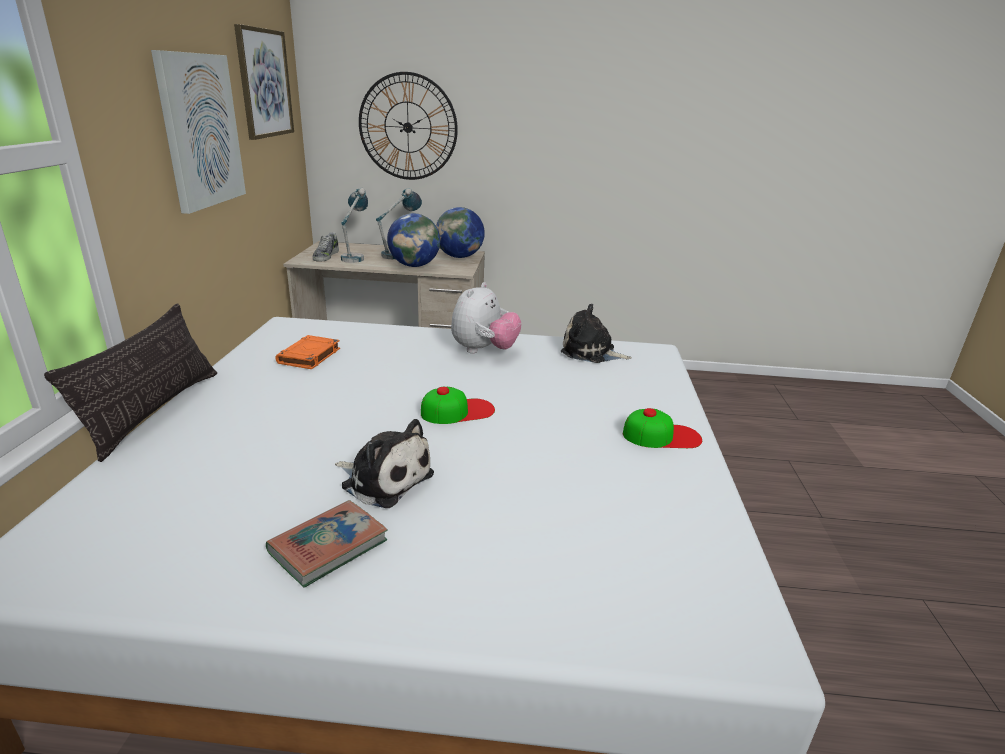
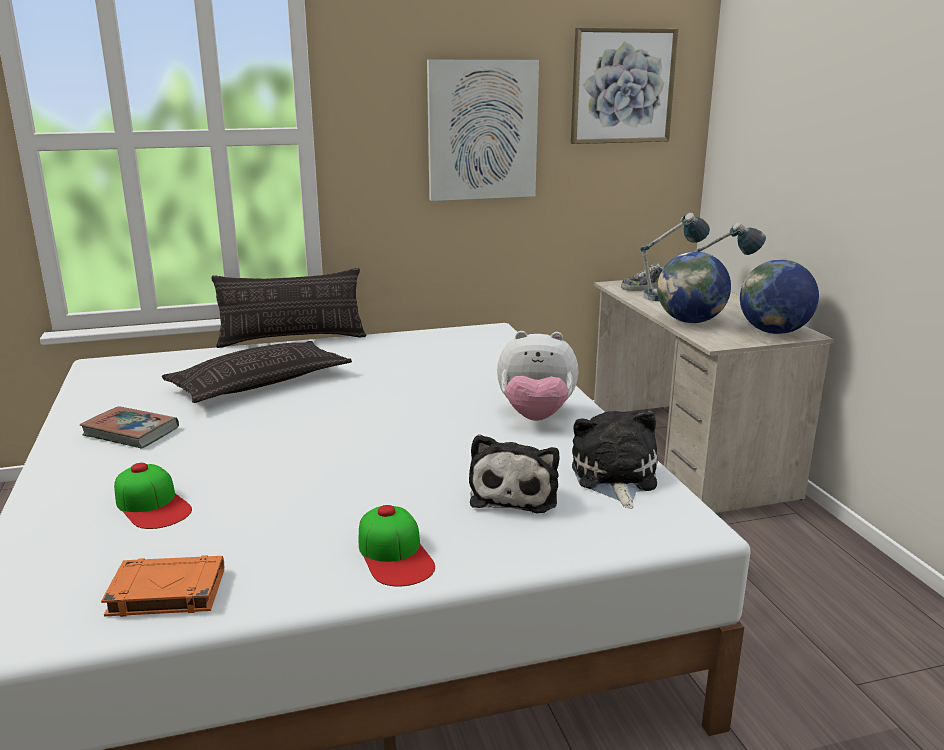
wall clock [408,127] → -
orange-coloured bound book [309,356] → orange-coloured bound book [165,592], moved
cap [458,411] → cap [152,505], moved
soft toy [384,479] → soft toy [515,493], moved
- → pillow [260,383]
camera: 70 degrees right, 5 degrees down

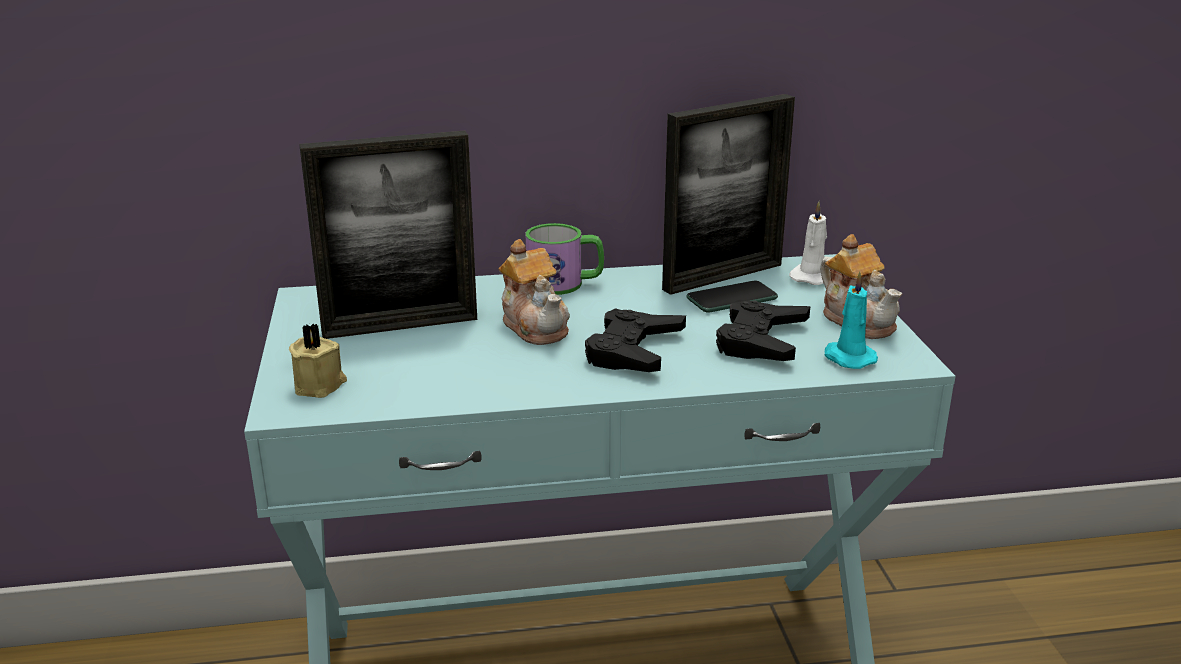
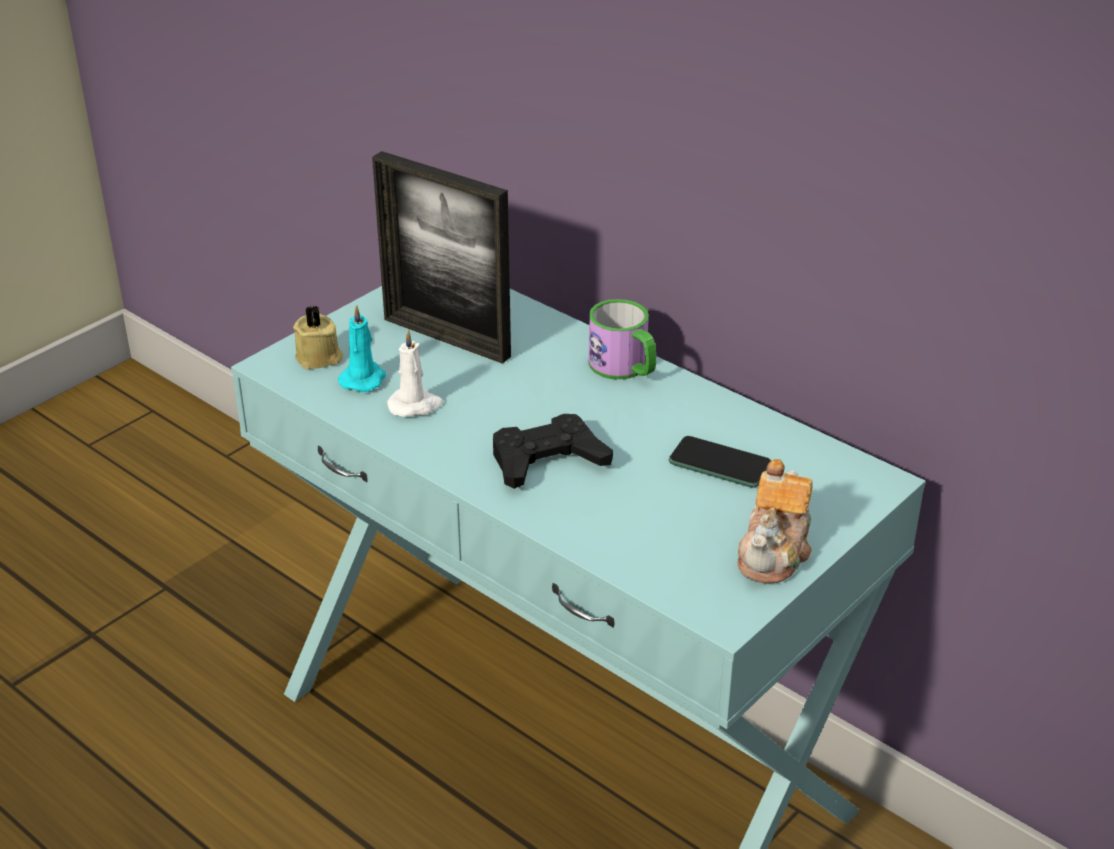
photo frame [723,277] → -
white wax light [812,277] → white wax light [415,405], moved
tea pot [535,326] → -
turquoise-coloured wax light [847,358] → turquoise-coloured wax light [363,379], moved
blackish gamepad [761,340] → -
camera: 50 degrees right, 10 degrees up

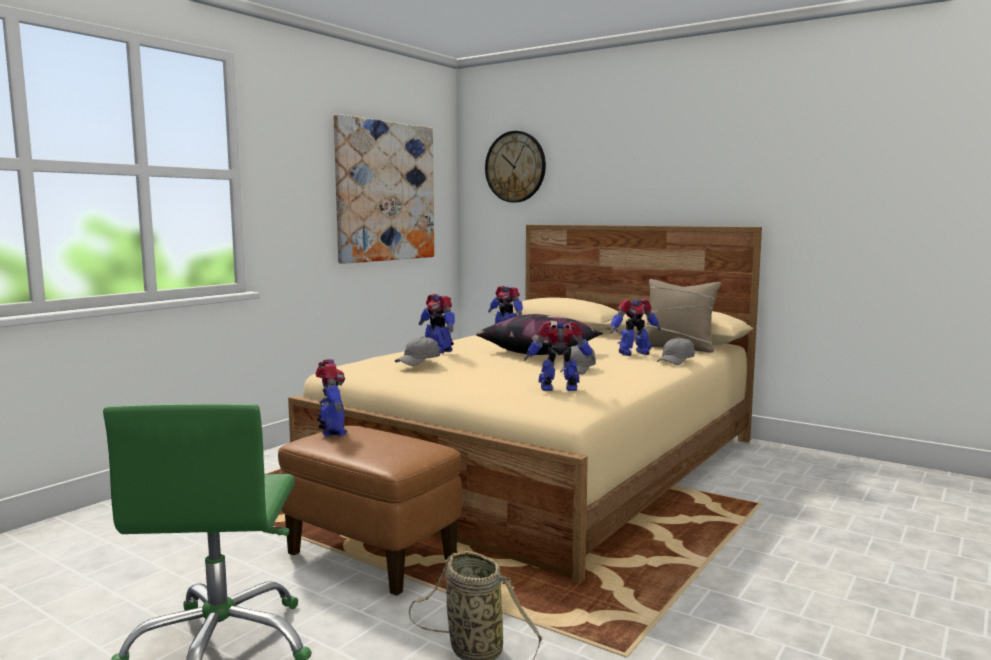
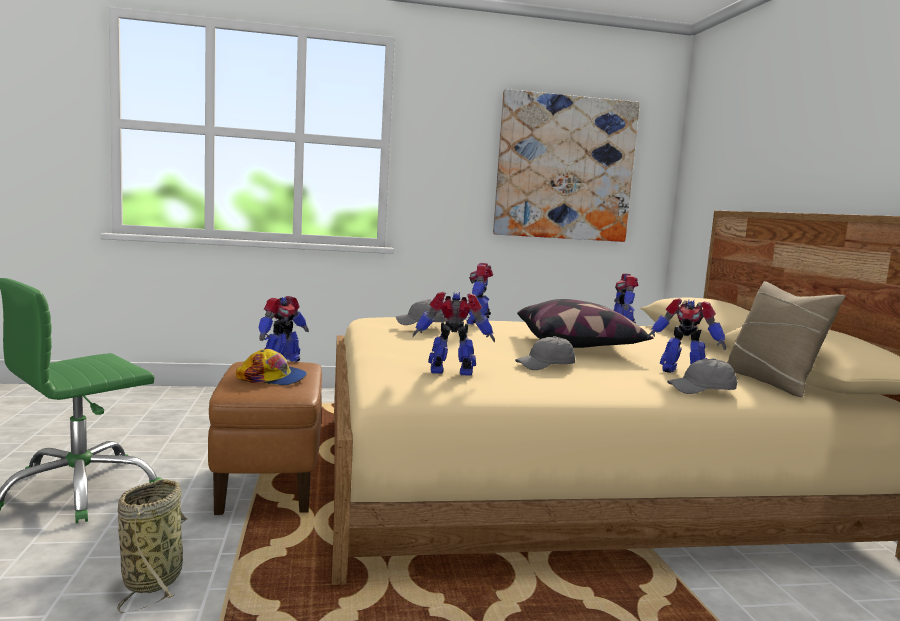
wall clock [515,167] → -
toy robot [559,389] → toy robot [452,372], 45 degrees counterclockwise
- → cap [273,378]
camera: 45 degrees right, 0 degrees up

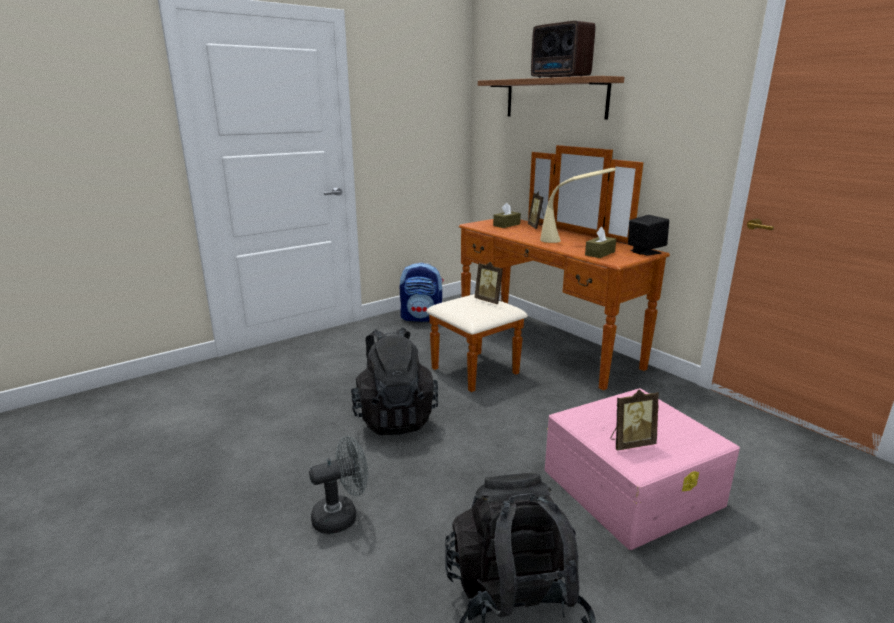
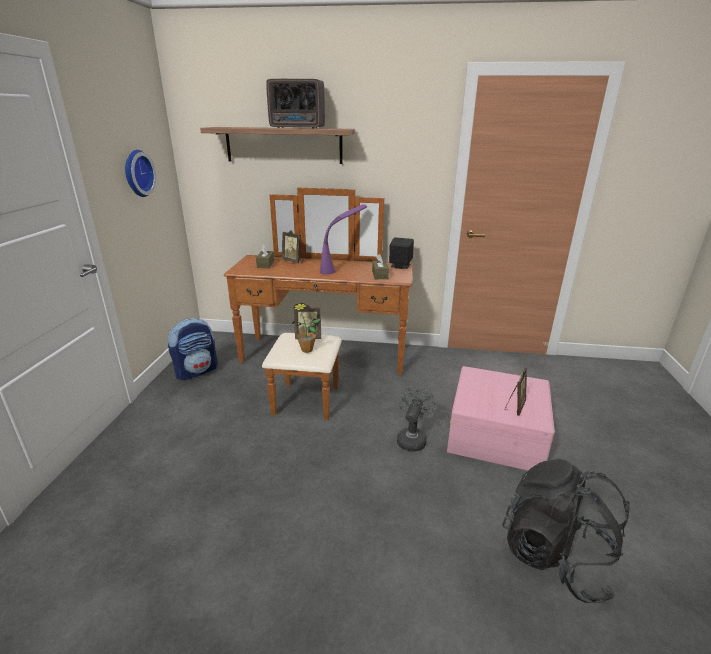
beige-coloured lamp for a table [573,241] → purple-coloured lamp for a table [343,268]
blackish rucksack [394,417] → -
greyish fan [342,516] → greyish fan [412,438], moved
- → wall clock [137,173]
- → plant in a pot [307,349]
camera: 45 degrees left, 5 degrees up

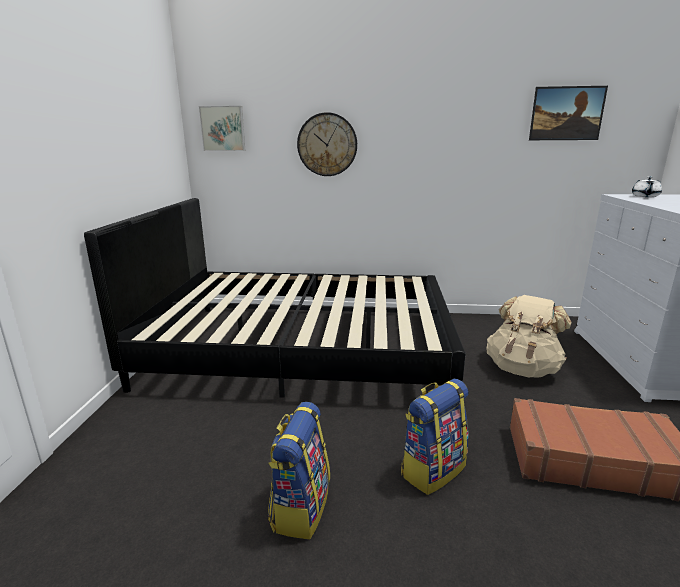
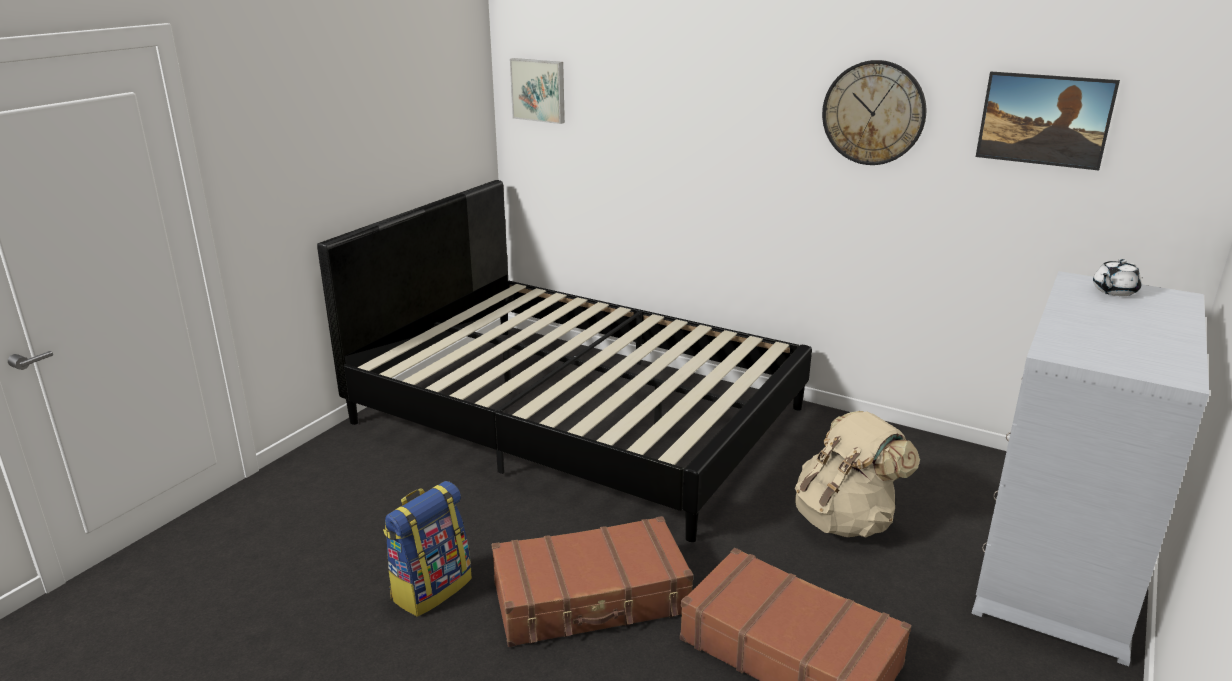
wall clock [327,145] → wall clock [873,113], moved
rucksack [432,469] → brown-coloured suitcase [591,598]
camera: 25 degrees right, 5 degrees up

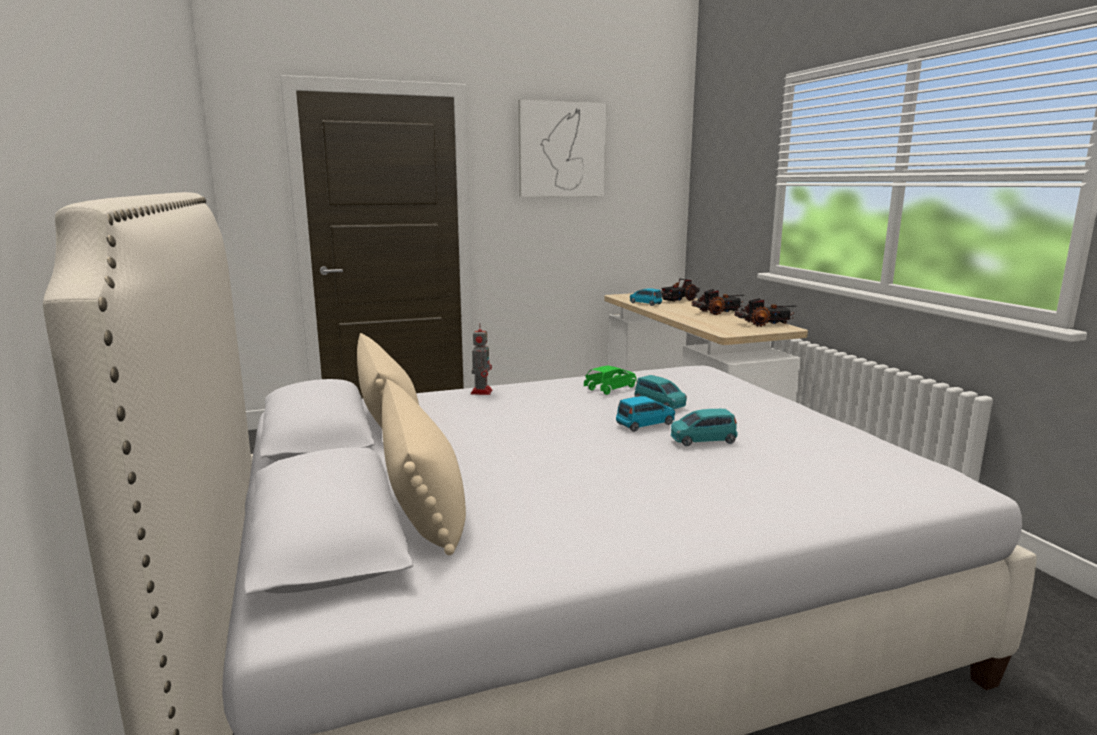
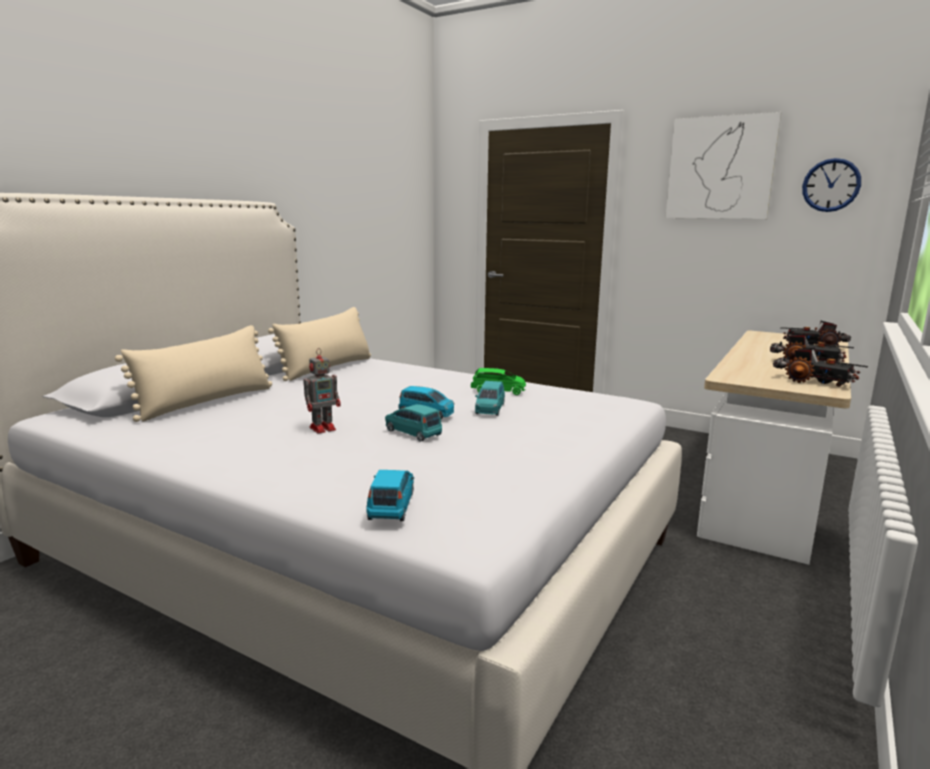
blue-coloured model car [645,303] → blue-coloured model car [391,506], moved
toy robot [481,391] → toy robot [324,428], moved
- → wall clock [831,185]
camera: 50 degrees right, 0 degrees up

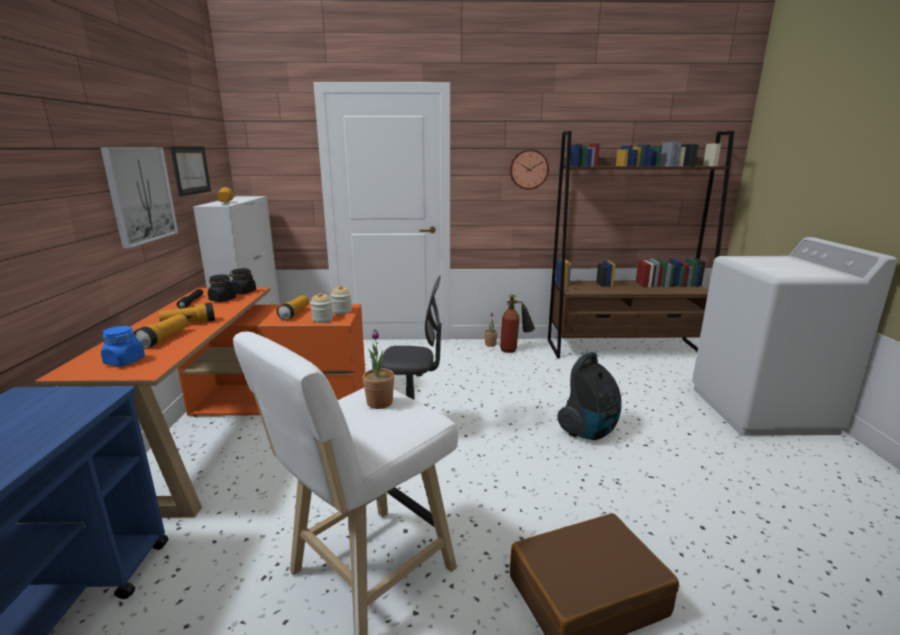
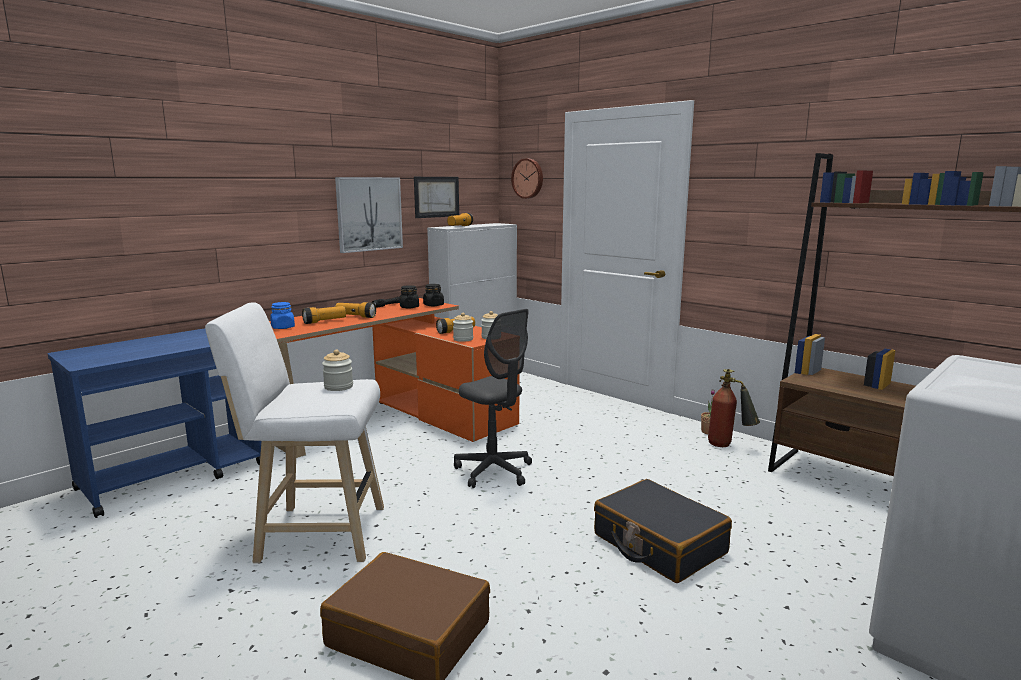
wall clock [528,169] → wall clock [528,178], moved
plant in a pot [379,403] → storage jar [338,387]
hoover [589,431] → blackish suitcase [658,544]
camera: 45 degrees right, 5 degrees down

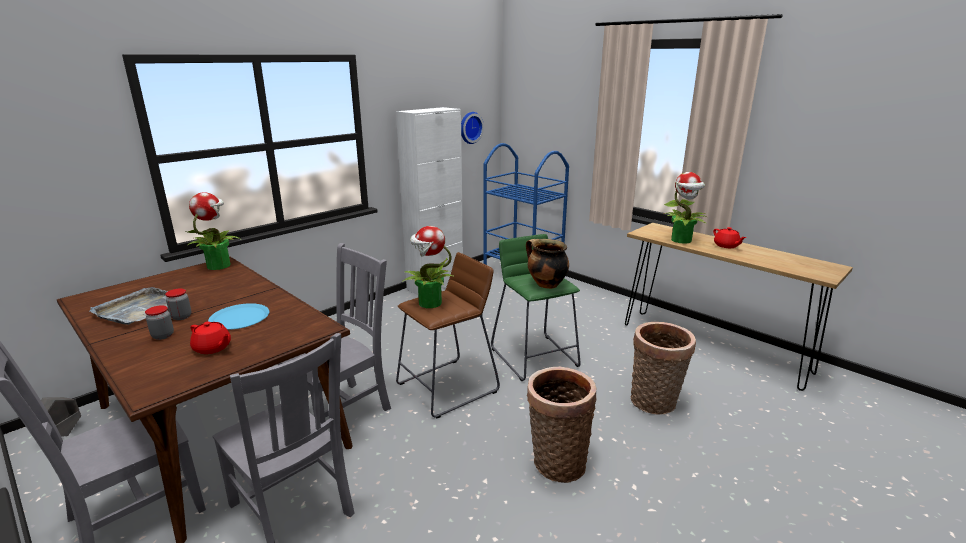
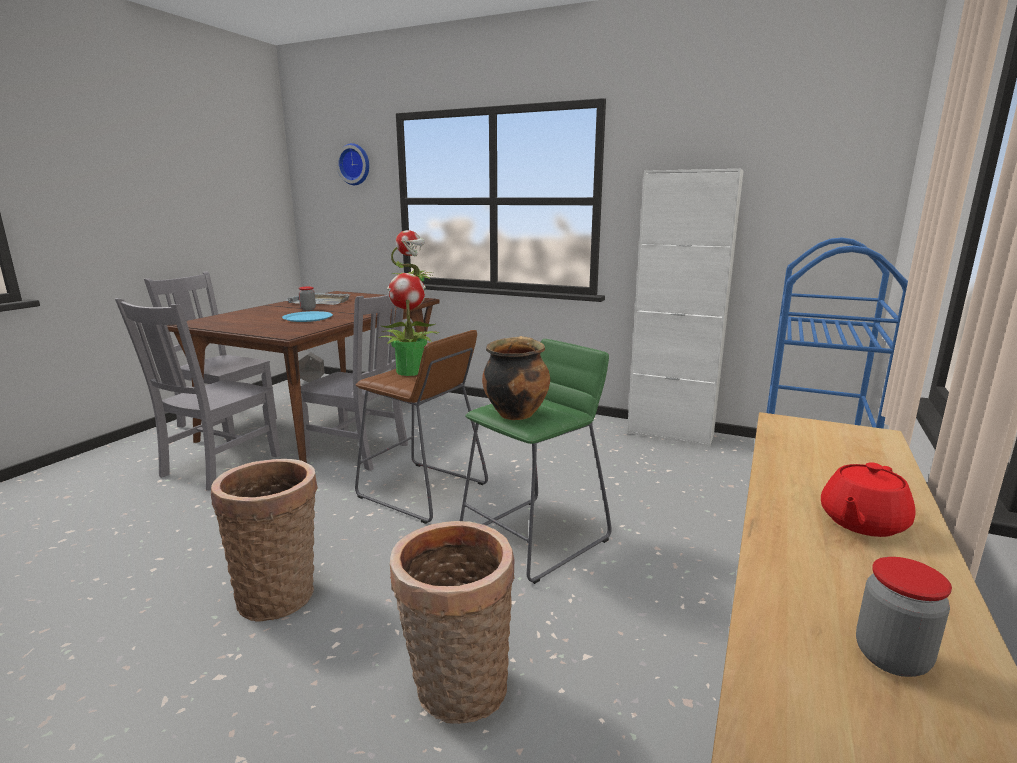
wall clock [469,127] → wall clock [355,164], moved
plant in a pot [682,240] → -
storage jar [163,336] → storage jar [891,657], moved
reddish tea pot [213,348] → -
camera: 70 degrees right, 5 degrees down

